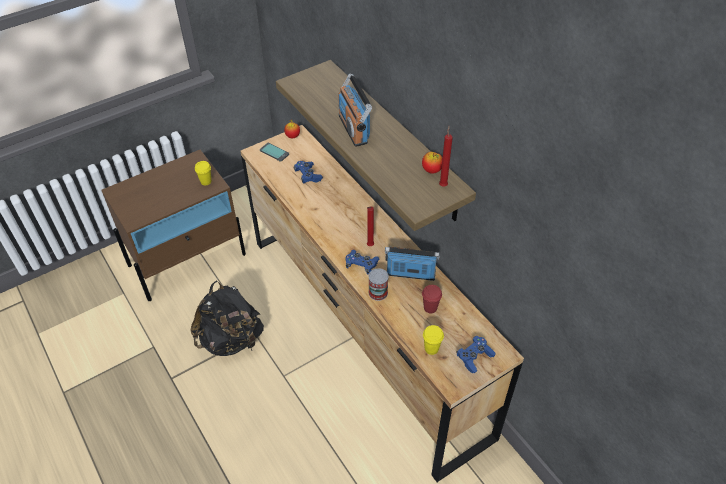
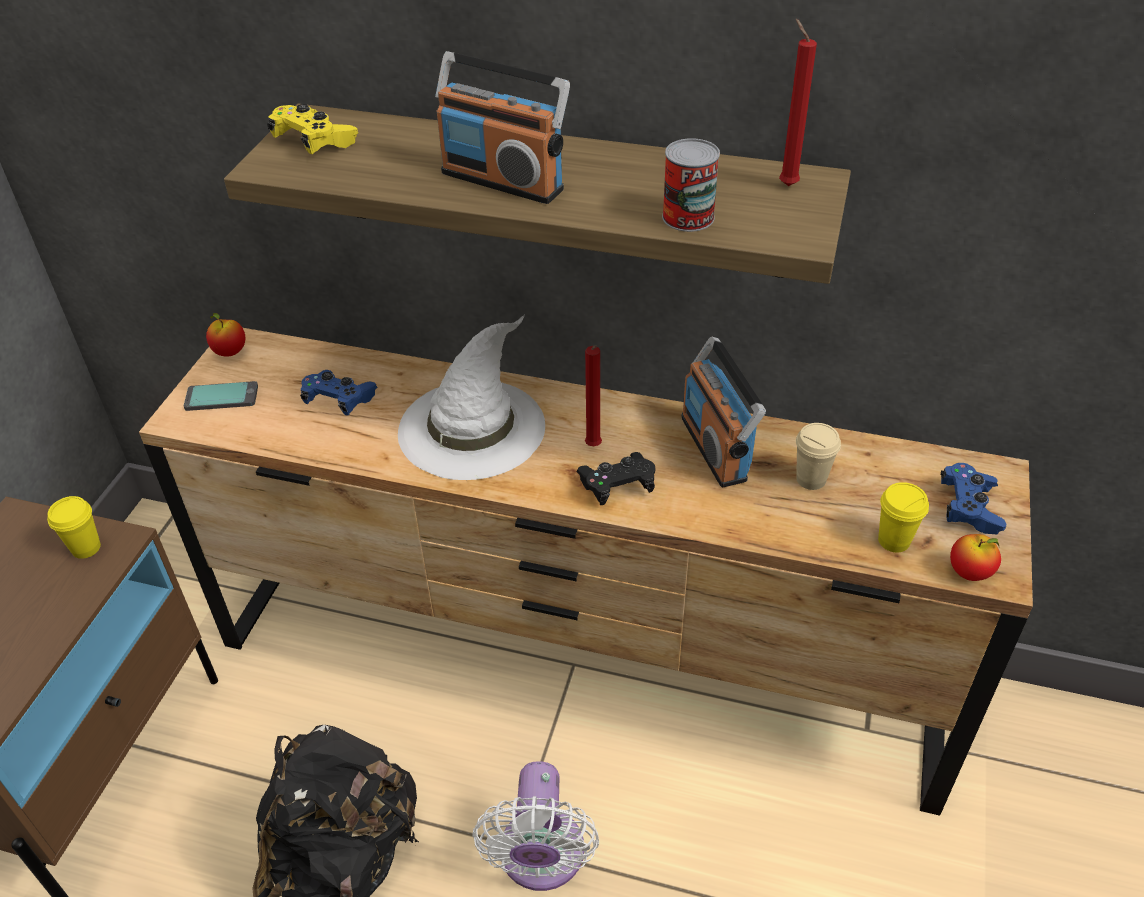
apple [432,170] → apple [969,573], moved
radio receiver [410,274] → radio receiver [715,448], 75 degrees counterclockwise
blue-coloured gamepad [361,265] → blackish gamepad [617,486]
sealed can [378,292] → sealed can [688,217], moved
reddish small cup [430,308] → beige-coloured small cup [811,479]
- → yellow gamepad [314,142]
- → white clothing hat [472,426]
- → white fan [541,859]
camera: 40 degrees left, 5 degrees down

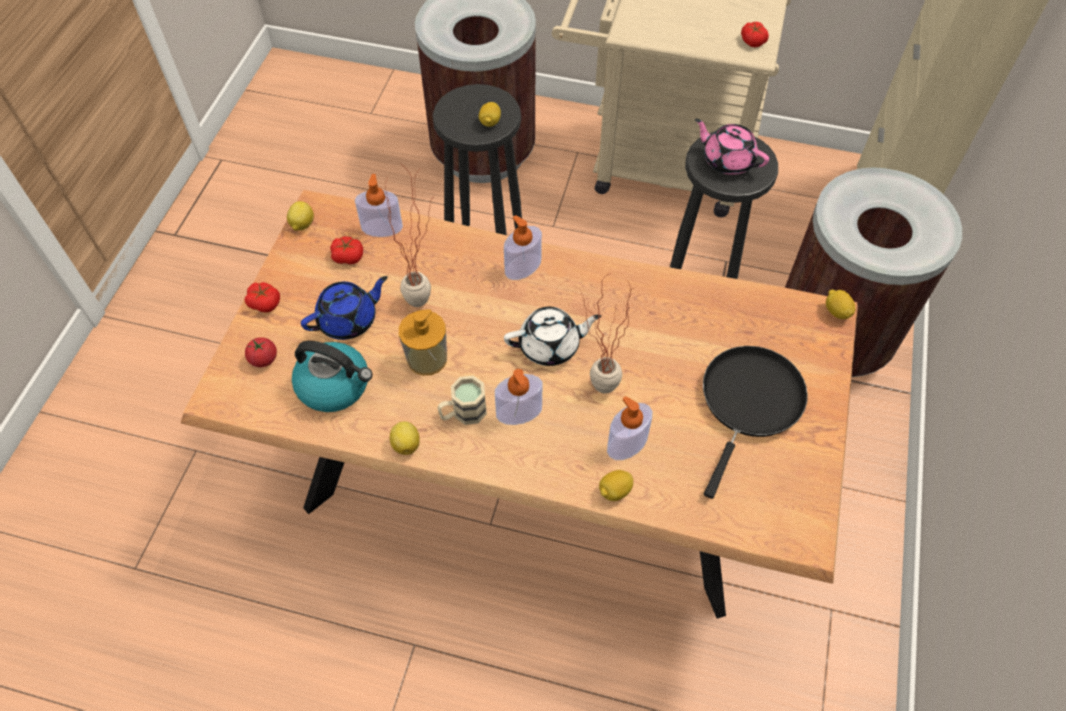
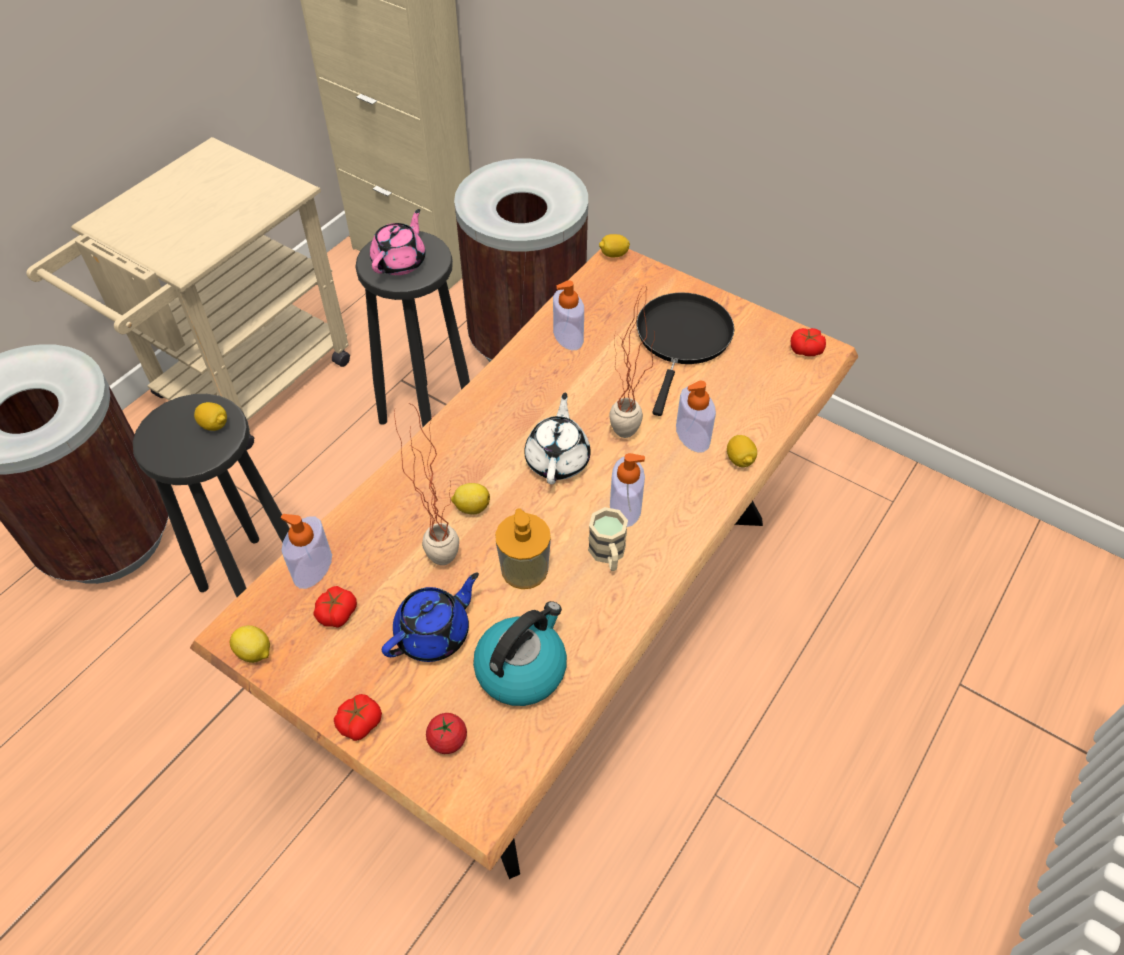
whole tomato [752,41] → whole tomato [806,349], moved
pink tea pot [727,160] → pink tea pot [400,262], 150 degrees clockwise
liquid soap bottle [523,266] → liquid soap bottle [568,336], moved
blue-coloured tea pot [349,320] → blue-coloured tea pot [434,633], 60 degrees clockwise
blackish pan [749,403] → blackish pan [682,340], 60 degrees clockwise
whole lemon [406,444] → whole lemon [471,507], moved
camera: 70 degrees left, 5 degrees down

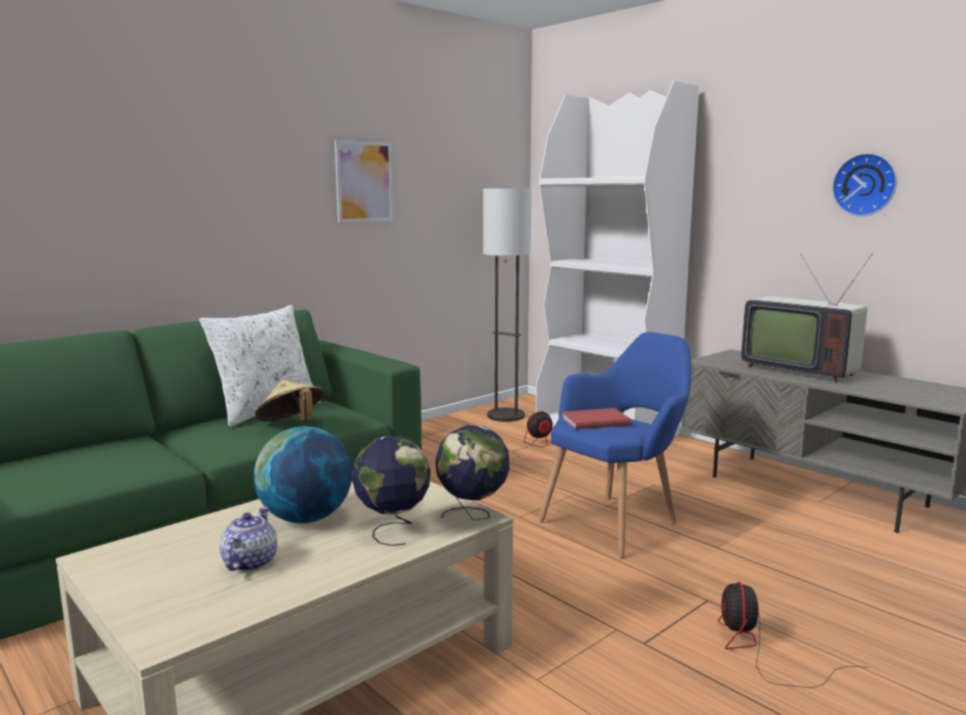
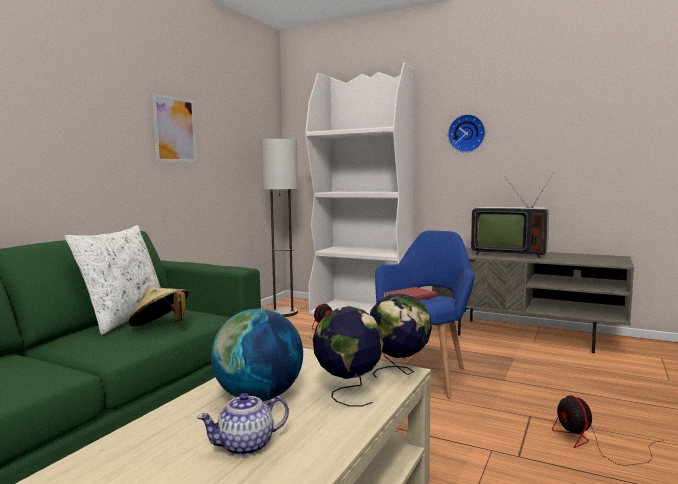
wall clock [865,185] → wall clock [467,133], moved
tea pot [249,563] → tea pot [246,446], 105 degrees counterclockwise
camera: 20 degrees left, 5 degrees down

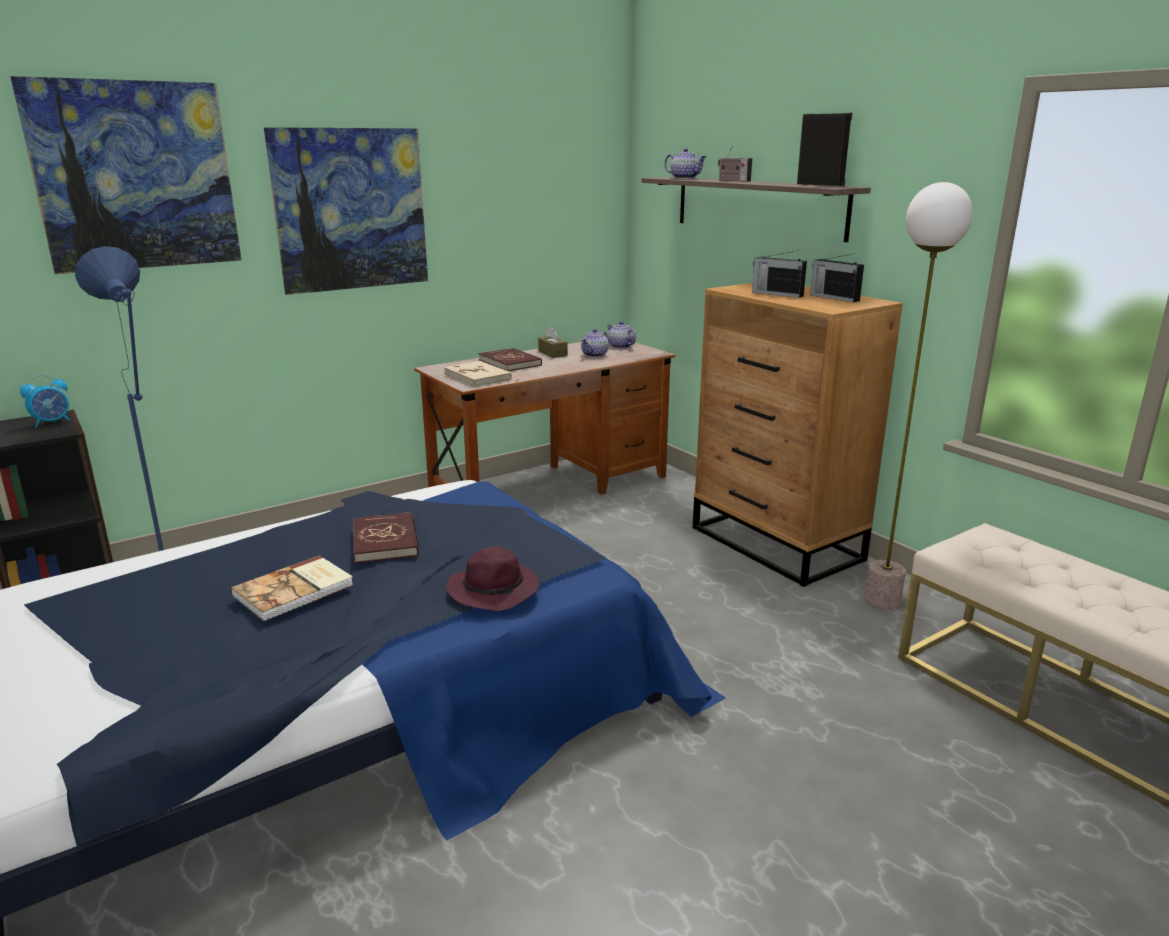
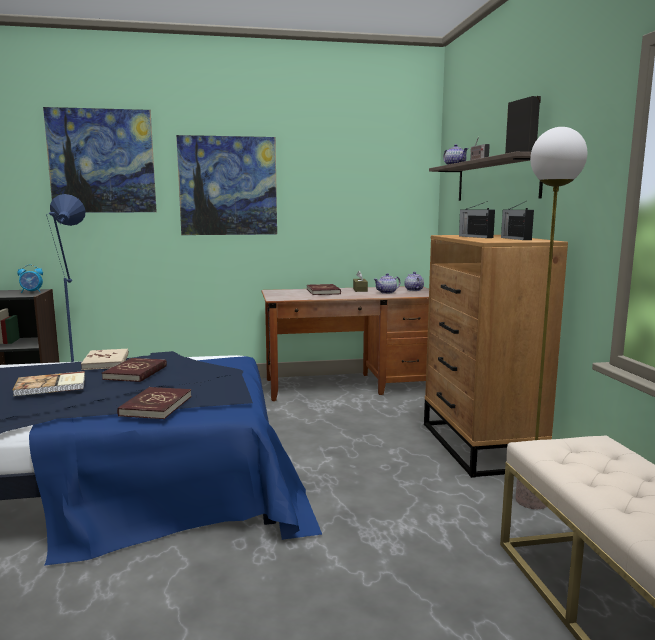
beige-coloured bound book [478,377] → beige-coloured bound book [106,362], moved
purple-coloured clothing hat [495,590] → reddish bound book [156,406]
camera: 25 degrees right, 10 degrees down

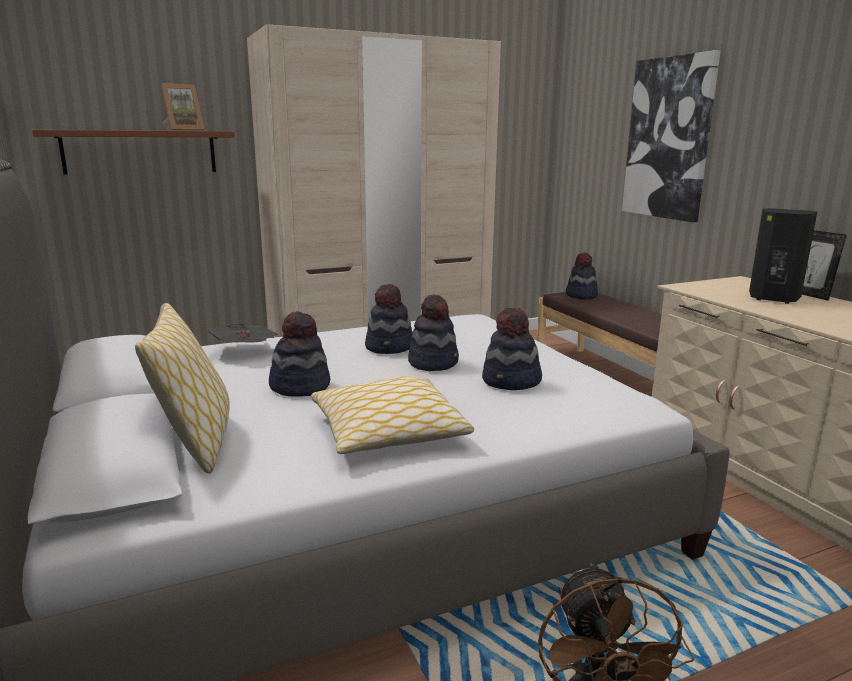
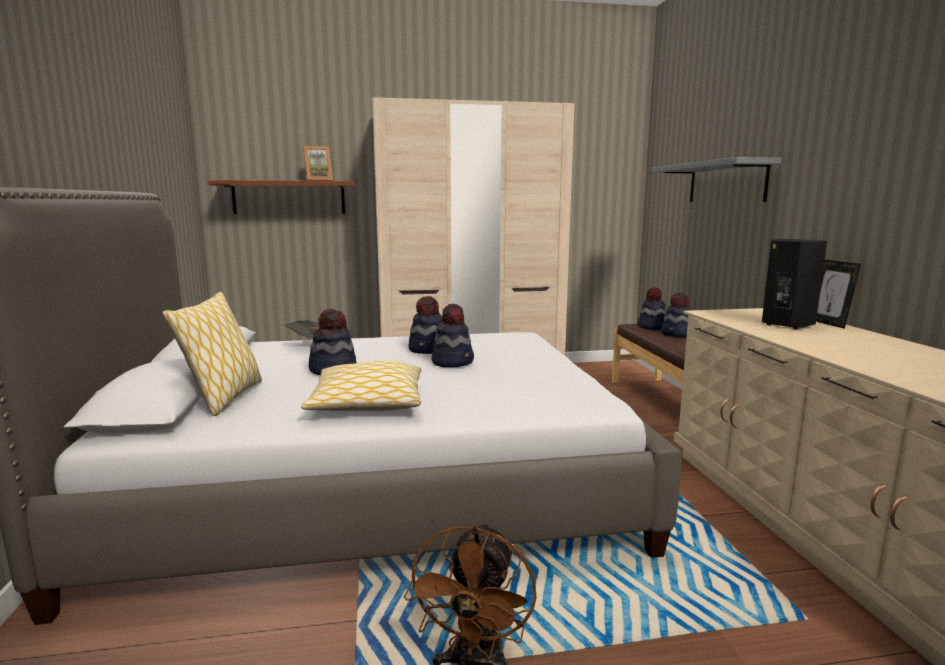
wall picture [668,139] → greyish bracket shelf [726,182]
clothing hat [511,382] → clothing hat [678,334], moved
camera: 15 degrees right, 5 degrees down

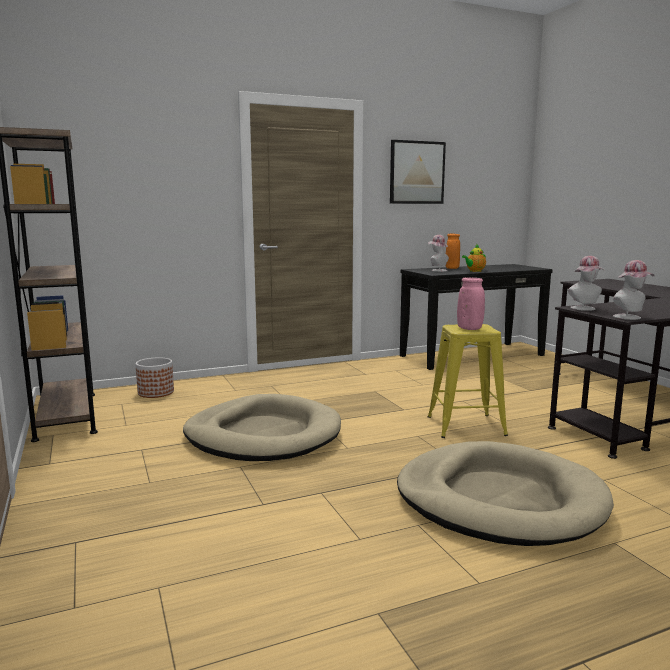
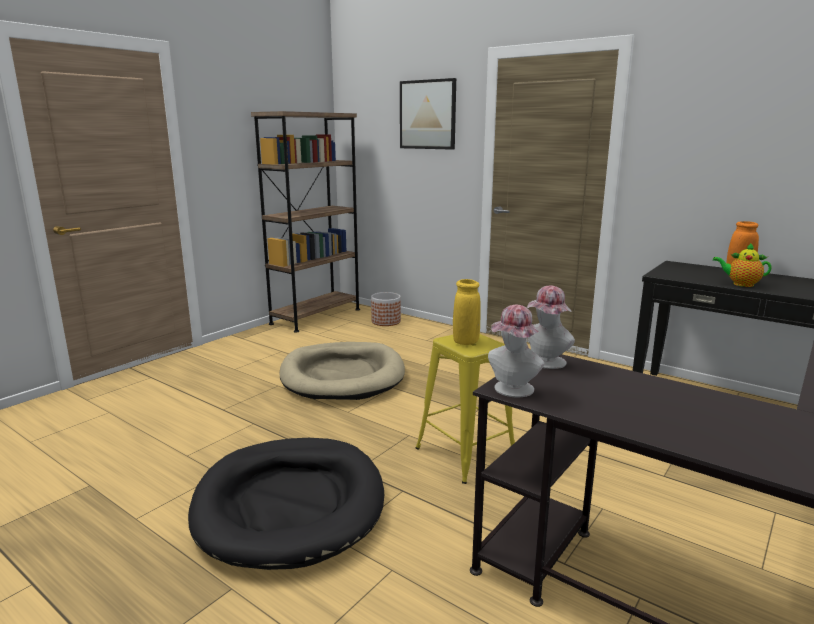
wall picture [417,172] → wall picture [427,114], moved
clothing hat [437,270] → -
pink vase [469,328] → yellow vase [466,342]
beige-coloured pet bed [499,500] → blackish pet bed [290,504]
camera: 60 degrees right, 5 degrees up

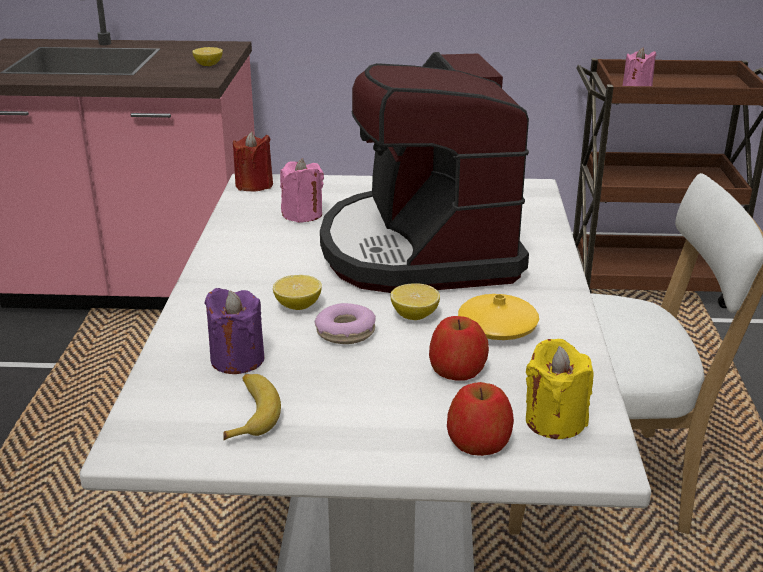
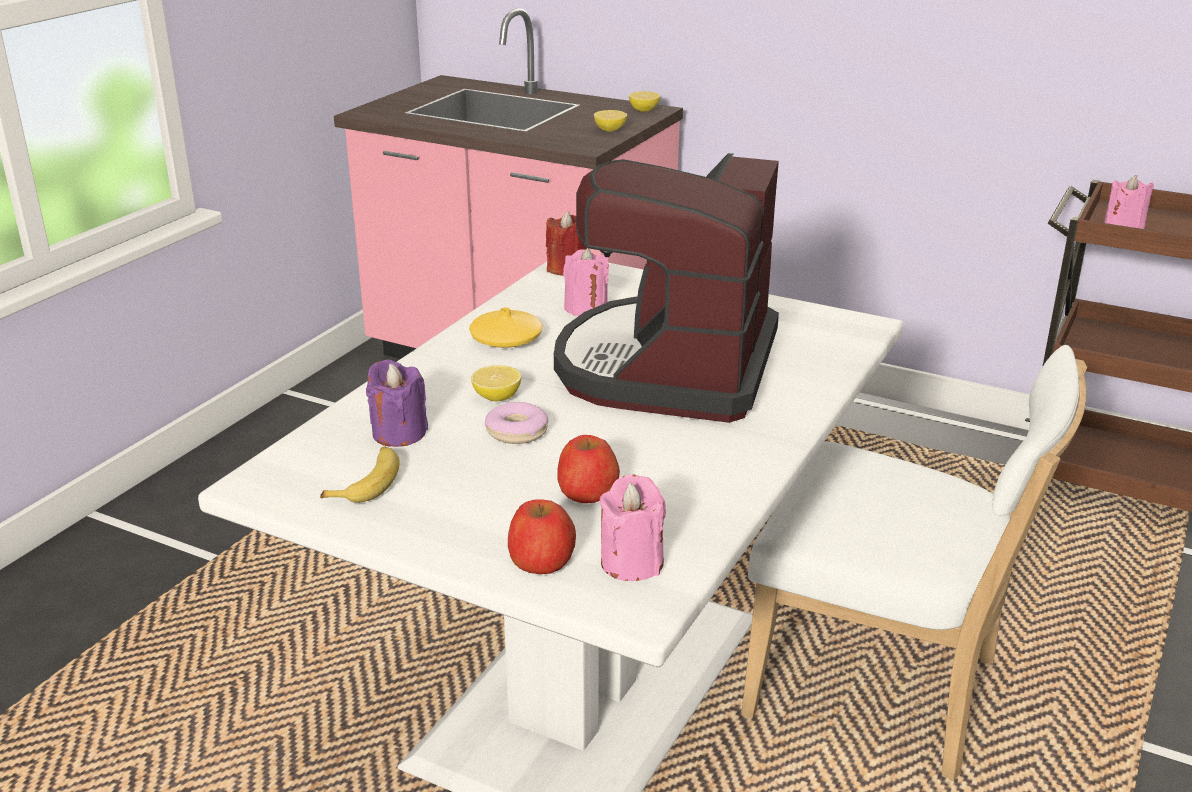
whole lemon [414,315] → whole lemon [644,110], moved
yellow vase [497,328] → yellow vase [506,339], moved
yellow wax light [554,421] → pink wax light [631,563]
camera: 25 degrees right, 0 degrees up

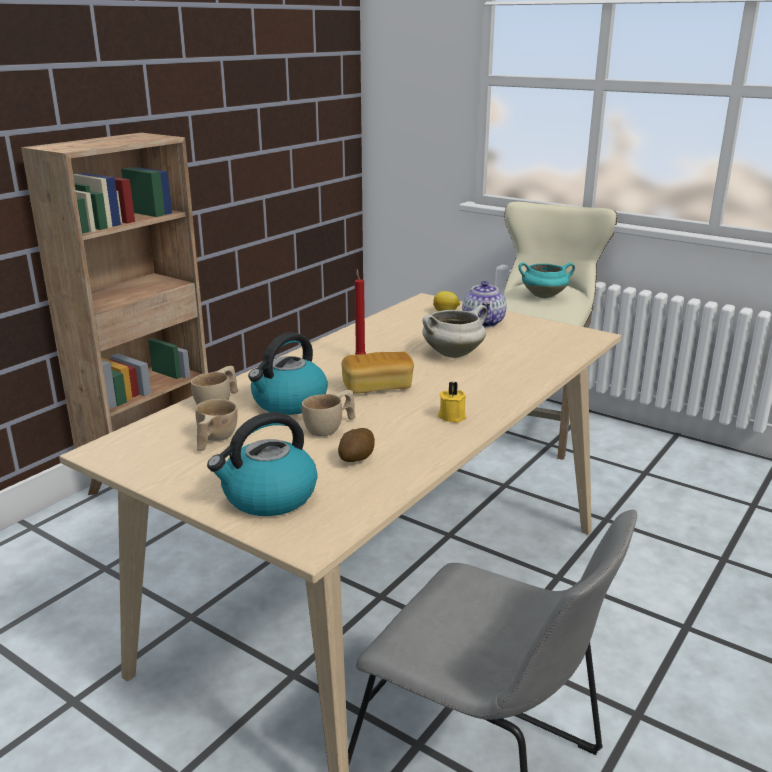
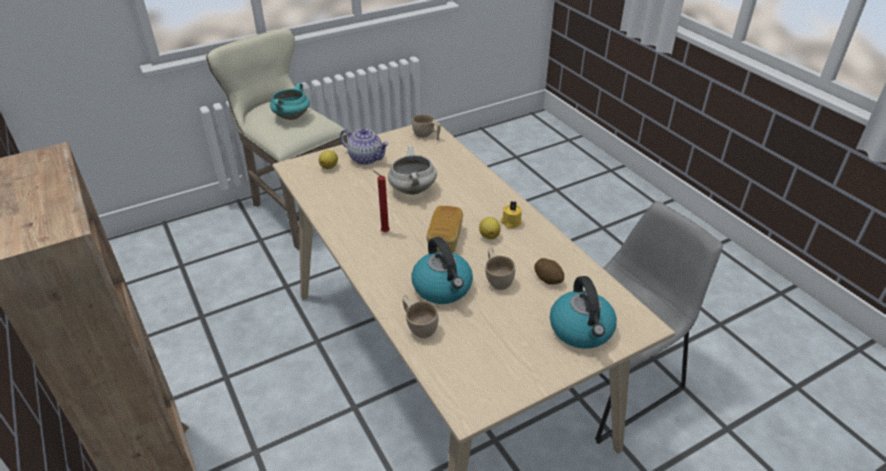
beige-coloured small cup [213,440] → beige-coloured small cup [426,136], moved
- → whole lemon [489,235]
camera: 65 degrees left, 15 degrees up

